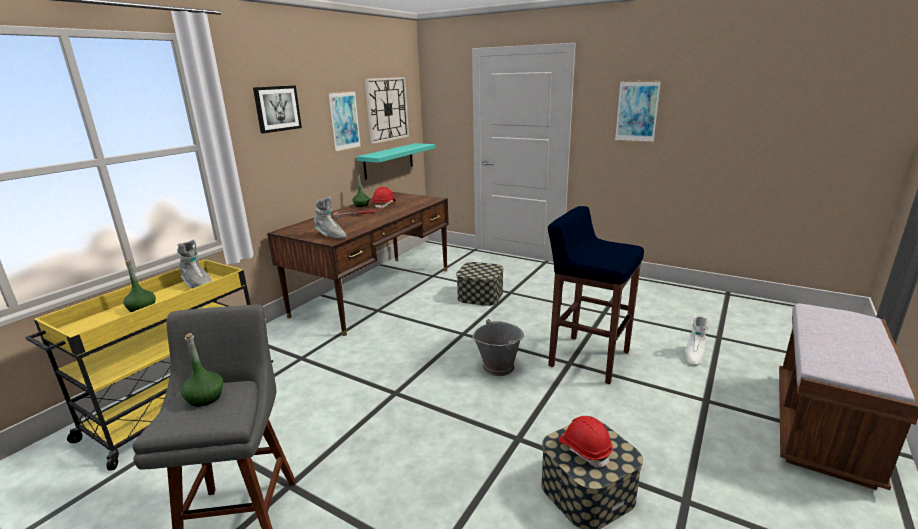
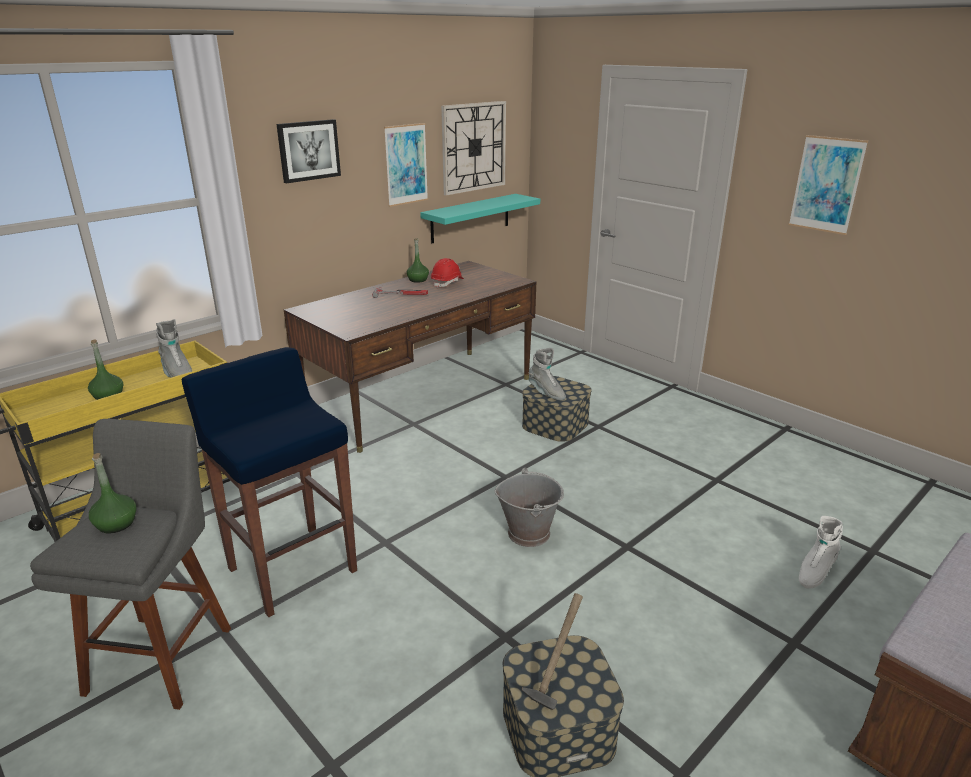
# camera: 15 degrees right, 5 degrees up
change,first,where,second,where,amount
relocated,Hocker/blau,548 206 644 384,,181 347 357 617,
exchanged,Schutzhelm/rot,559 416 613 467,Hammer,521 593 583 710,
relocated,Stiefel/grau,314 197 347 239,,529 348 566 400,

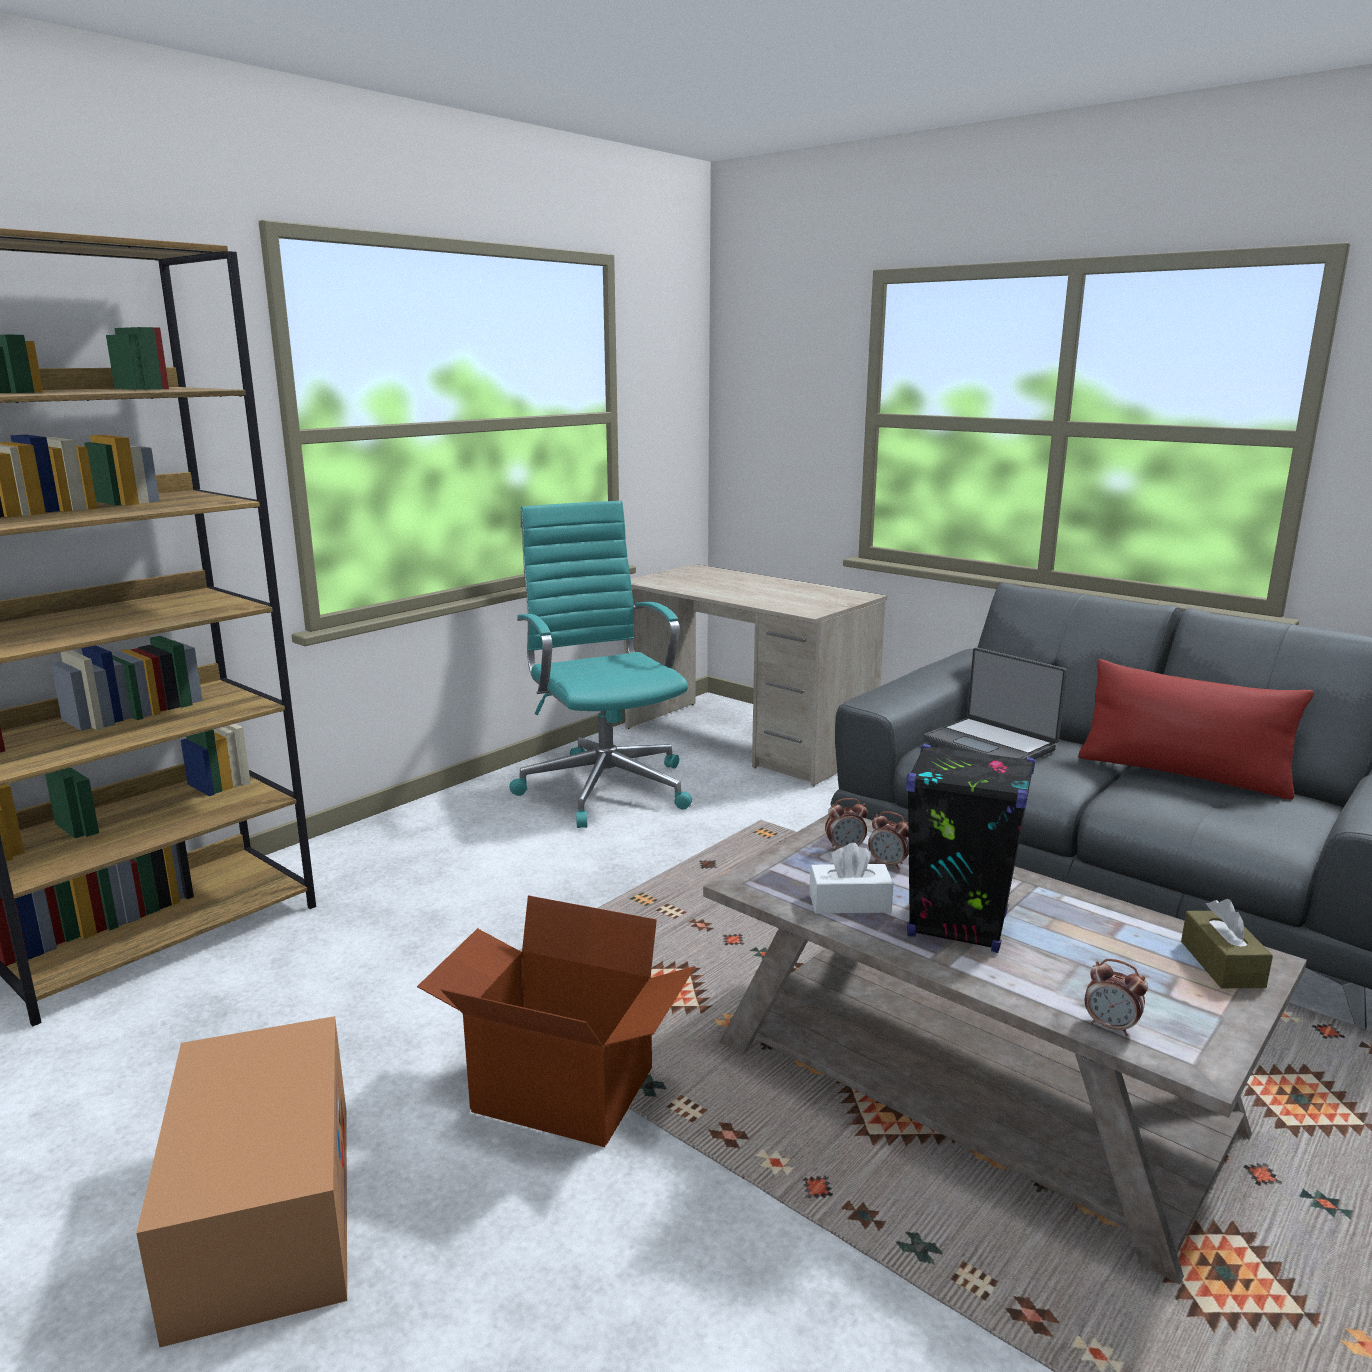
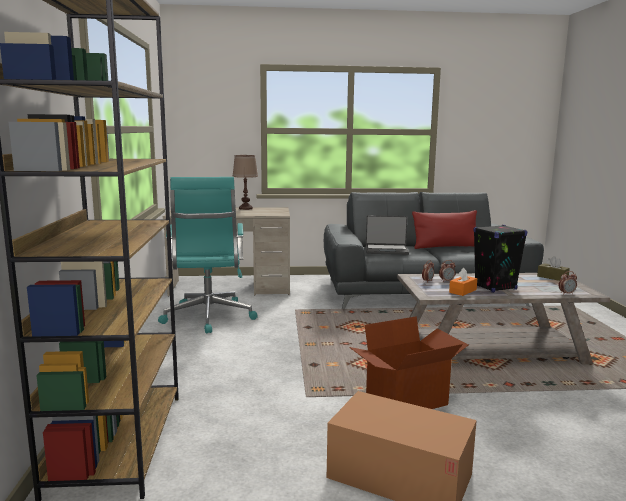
# camera: 45 degrees left, 5 degrees down
change,first,where,second,where,amount
spun,Bürostuhl/türkis,509 501 692 828,,158 177 258 334,120 degrees counterclockwise
appeared,,,Tischlampe/braun,232 155 258 210,
colour,Taschentuchbox/weiß,810 843 893 914,Taschentuchbox/orange,449 268 477 296,

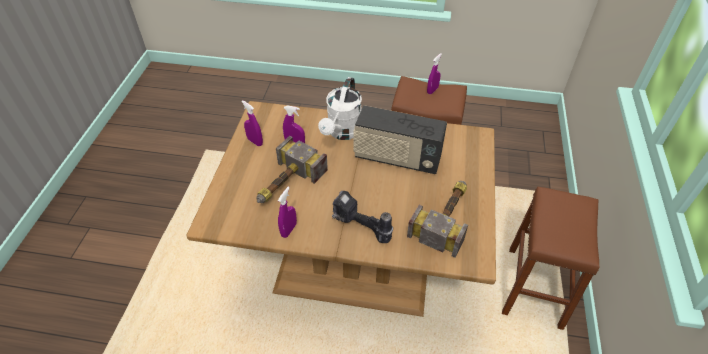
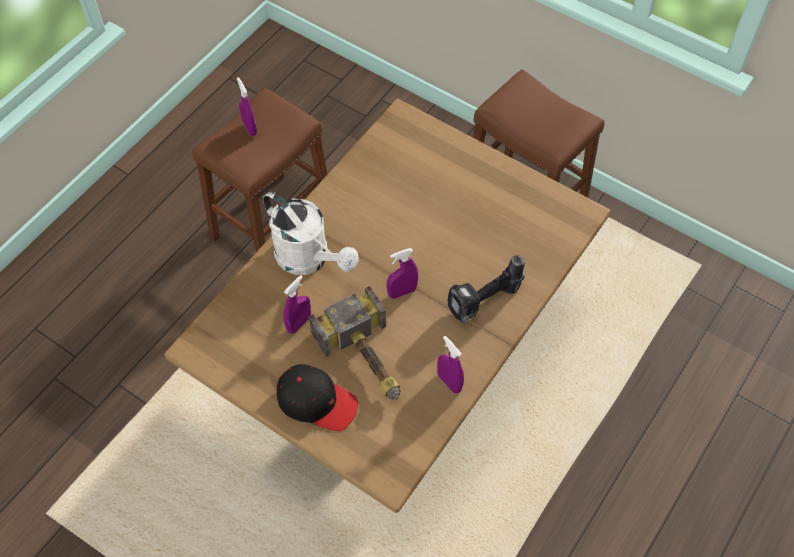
# camera: 65 degrees left, 10 degrees up
change,first,where,second,where,amount
appeared,,,Kappe/schwarz,277 364 358 431,
relocated,Sprühflasche/lila,241 100 263 146,,387 248 418 299,
missing,Radio,353 105 447 174,,,
missing,Hammer,407 181 468 258,,,

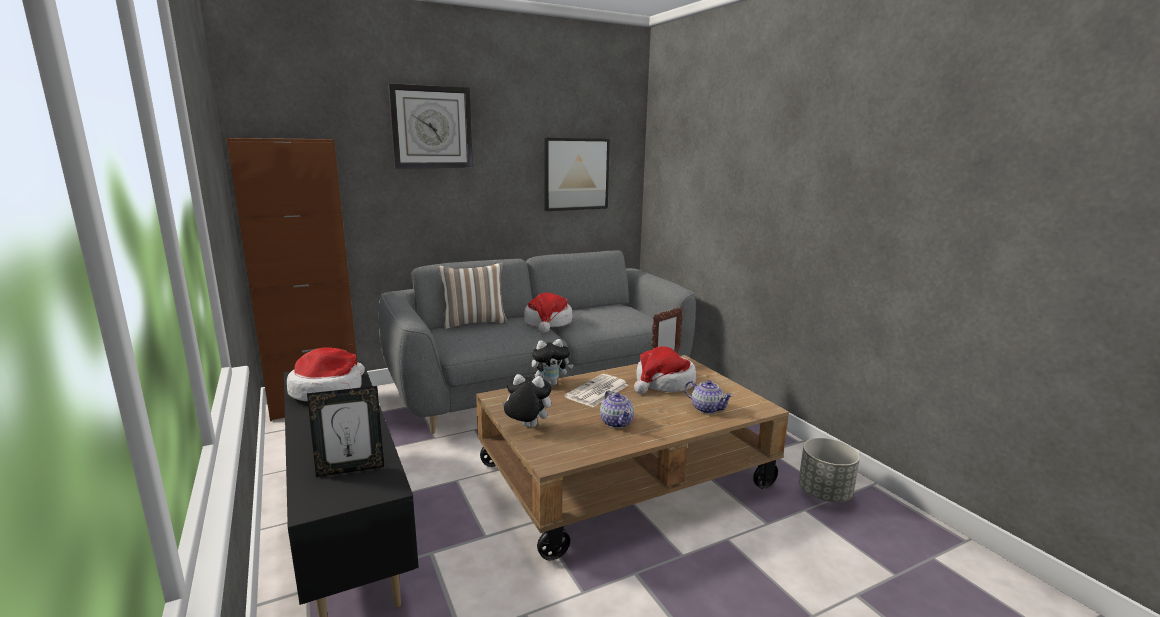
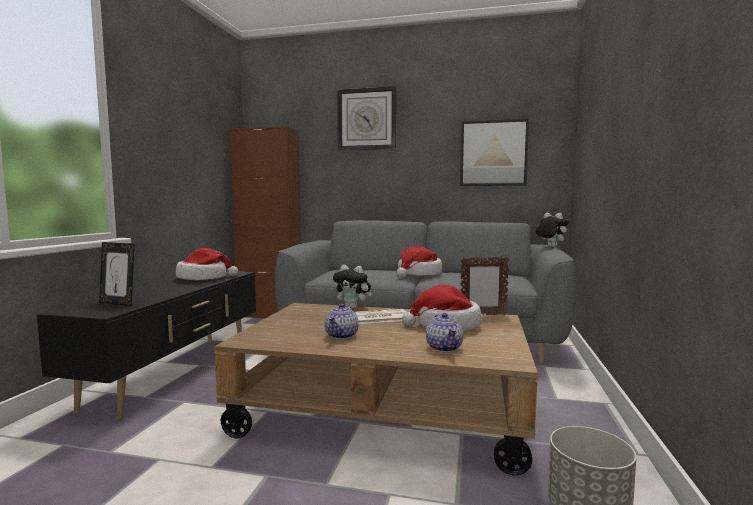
# camera: 40 degrees right, 10 degrees down
change,first,where,second,where,amount
relocated,Plüschtier,502 374 552 428,,535 213 569 247,
missing,Kissen,438 262 508 329,,,

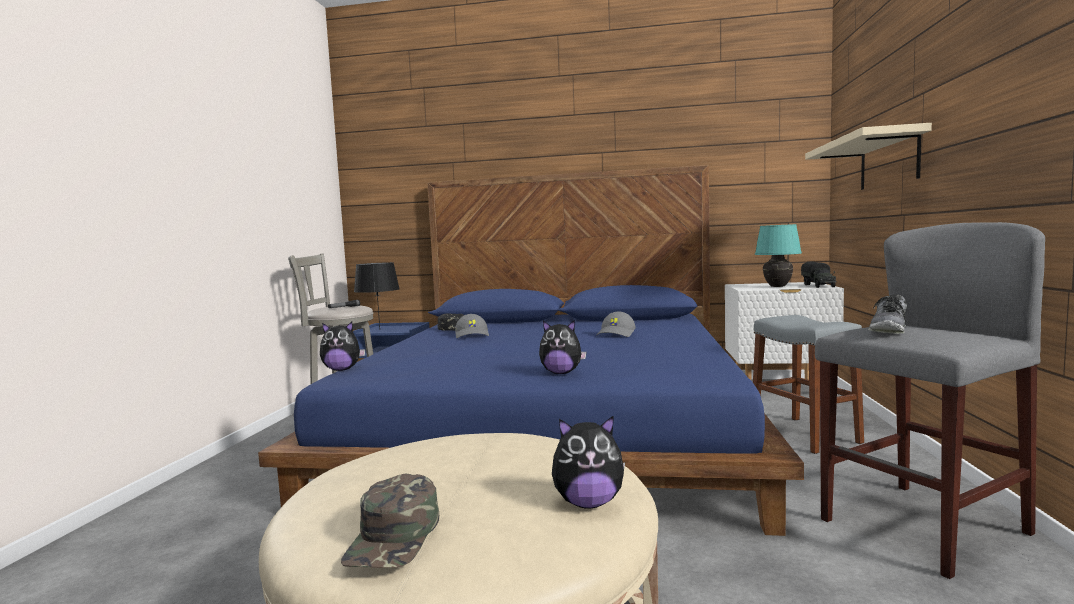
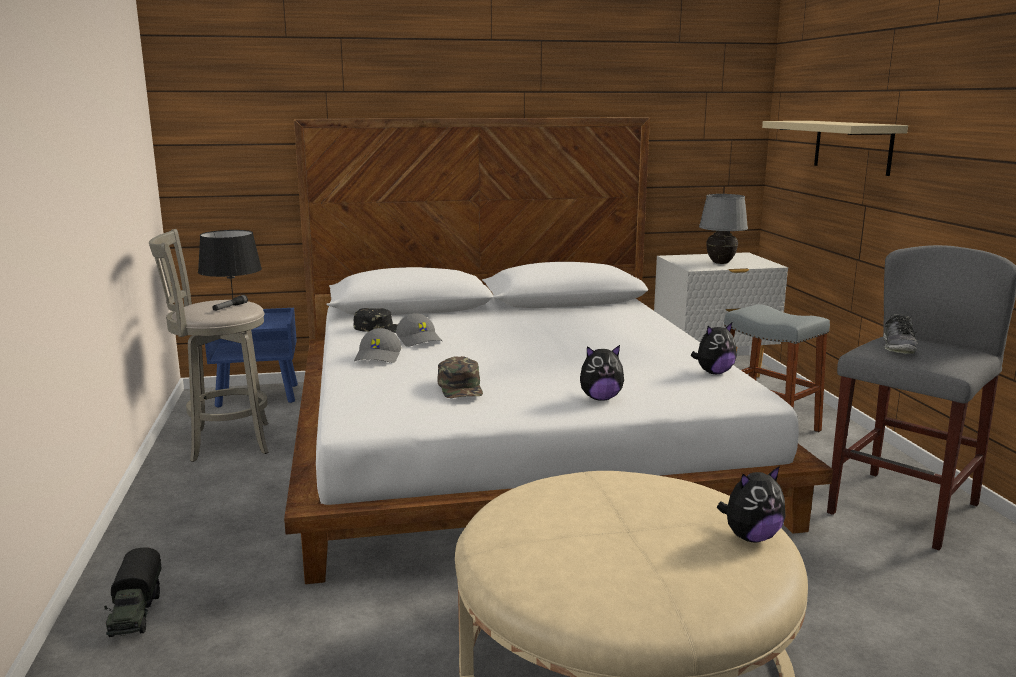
# camera: 20 degrees left, 10 degrees up
change,first,where,second,where,amount
relocated,Spielzeuglaster,801 262 837 288,,104 547 162 637,
colour,Bett/blau,258 165 804 536,Bett/weiß,284 117 833 584,
relocated,Kappe/grau,596 312 636 337,,354 328 401 363,
relocated,Kappe/grün,341 473 439 568,,437 356 483 398,
relocated,Plüschtier,320 322 365 371,,691 323 737 374,
colour,Tischlampe/türkis,755 224 802 287,Tischlampe/grau,699 194 748 264,

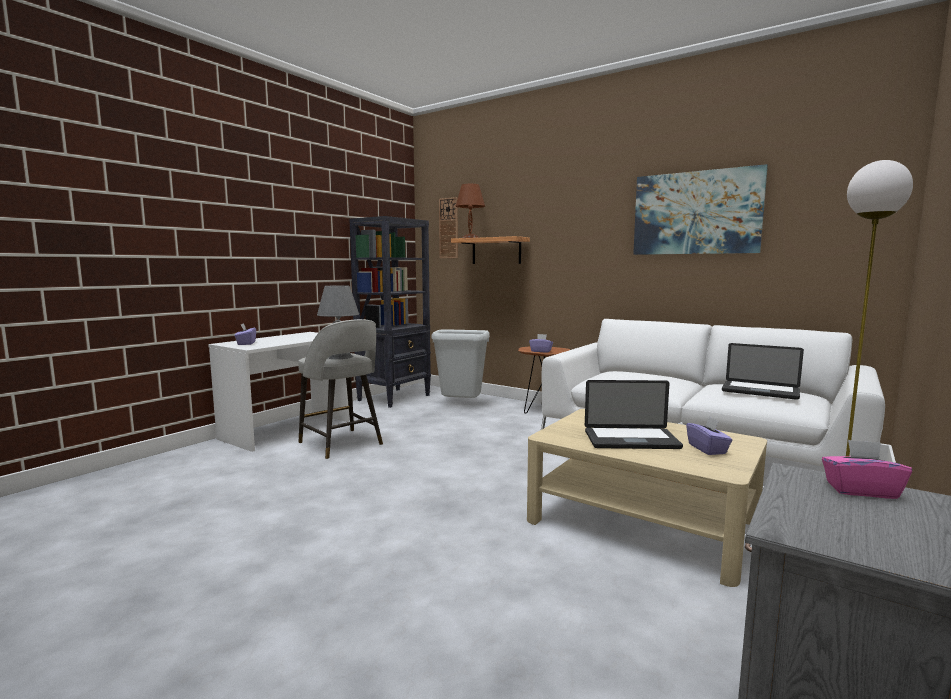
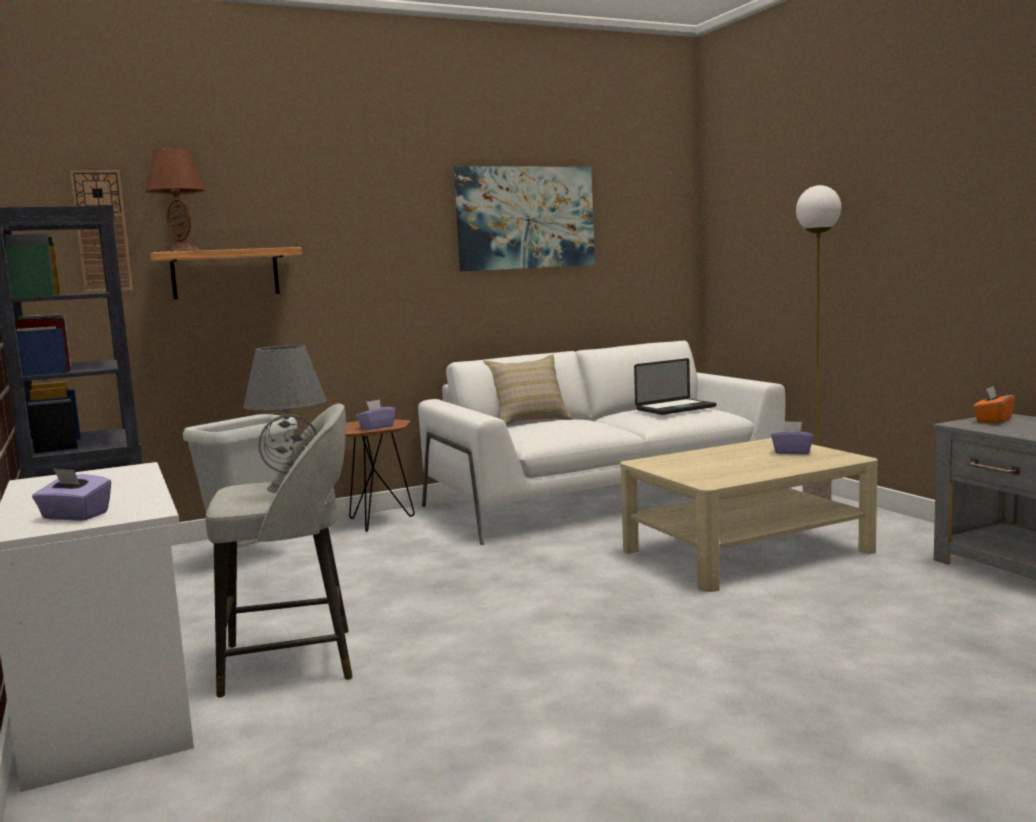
# camera: 60 degrees left, 0 degrees up
change,first,where,second,where,amount
appeared,,,Kissen/beige,483 354 573 425,
colour,Taschentuchbox/rosa,822 440 912 499,Taschentuchbox/orange,973 386 1015 424,
missing,Laptop,585 380 683 449,,,

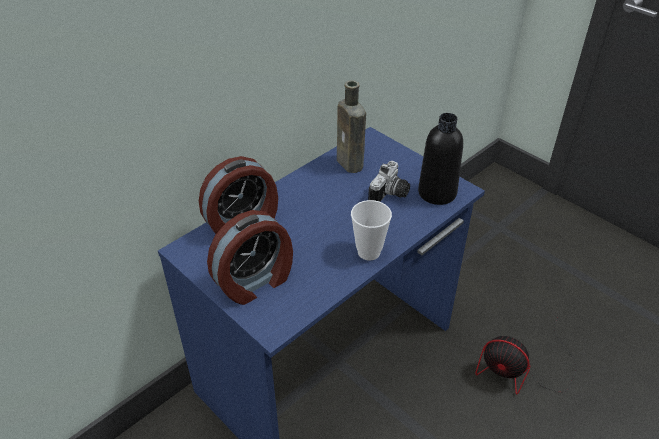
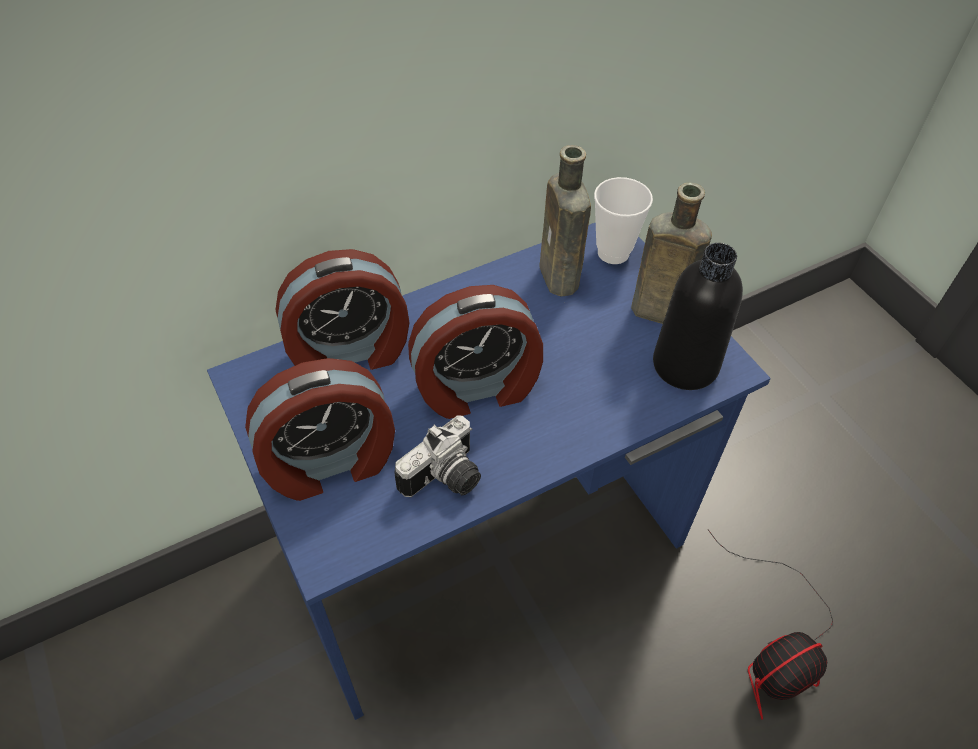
# camera: 15 degrees right, 10 degrees up
change,first,where,second,where,amount
relocated,Kamera,368 161 410 202,,394 415 481 497,
appeared,,,Wecker,408 285 543 419,
relocated,Tasse,351 200 392 261,,594 177 653 264,
appeared,,,Flasche/braun,631 183 712 324,
spun,Ventilator,475 318 577 394,,708 530 833 720,75 degrees counterclockwise

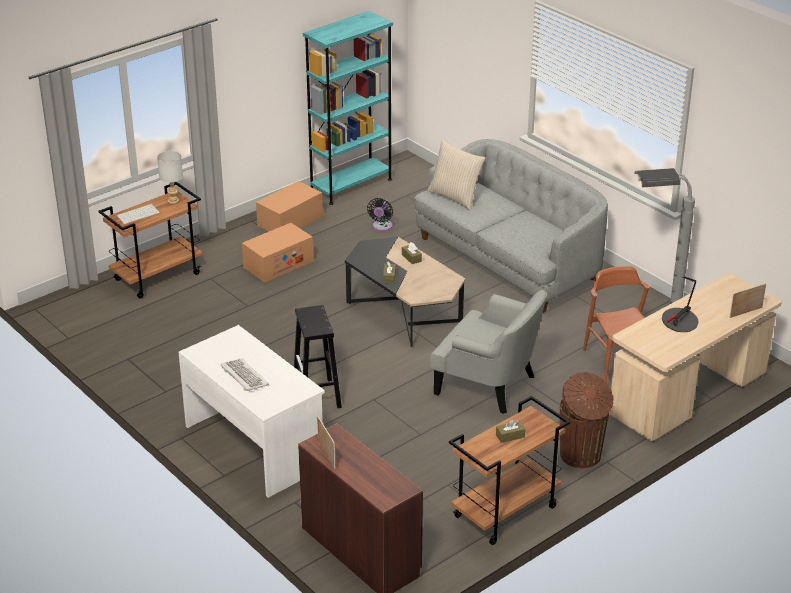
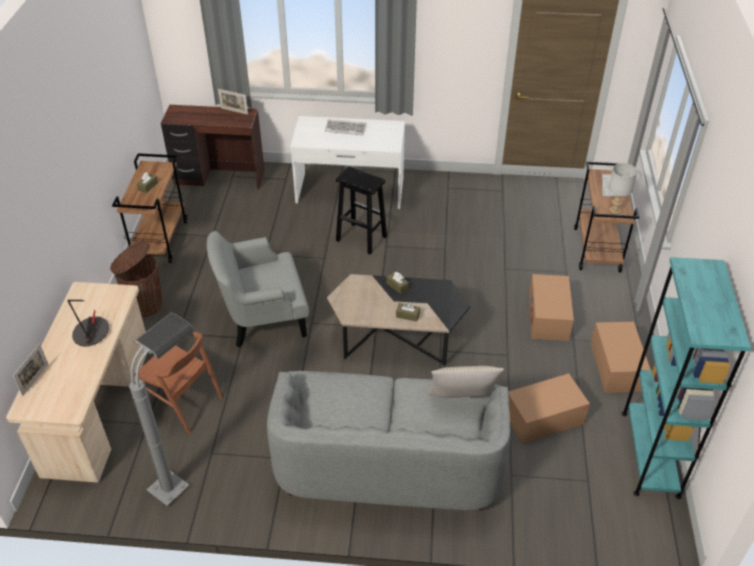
# camera: 135 degrees right, 10 degrees up
change,first,where,second,where,amount
exchanged,Ventilator/schwarz,367 198 393 231,Karton,508 373 590 444,

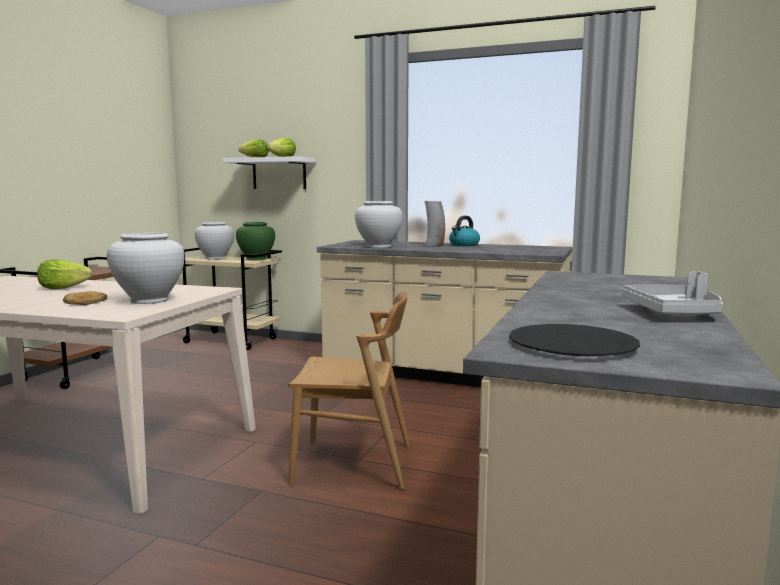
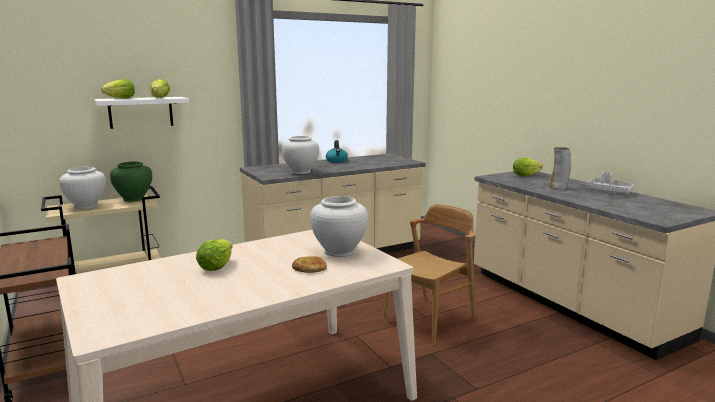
# camera: 50 degrees left, 5 degrees up
change,first,where,second,where,amount
appeared,,,Salatkopf,513 158 543 176,
relocated,Vase,425 201 445 247,,550 147 571 190,
missing,Teller/schwarz,509 324 640 356,,,

